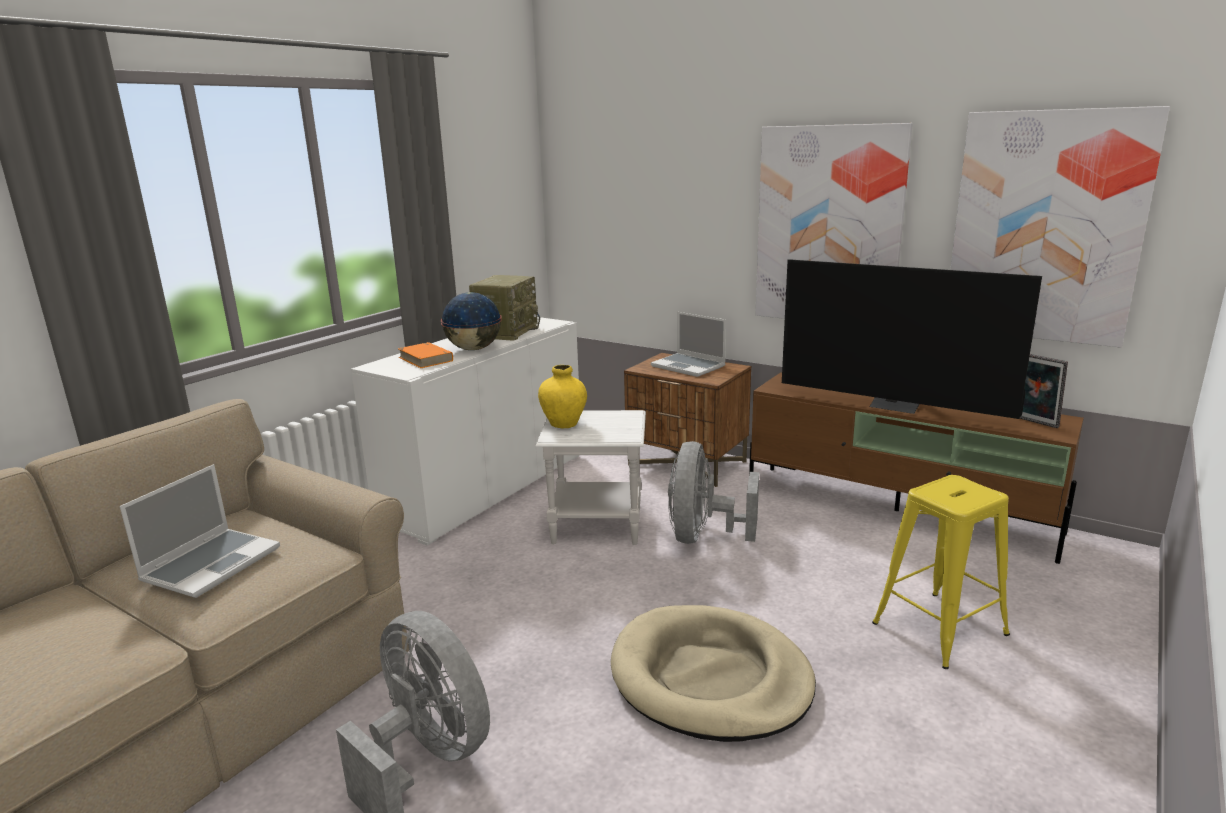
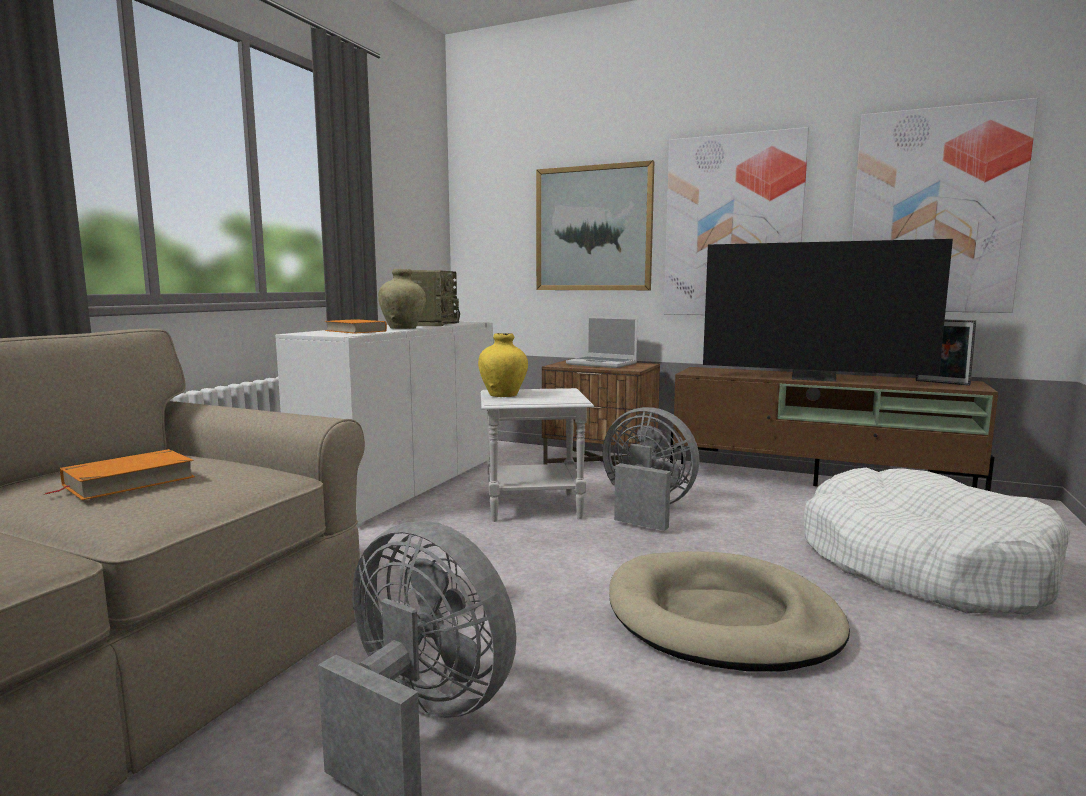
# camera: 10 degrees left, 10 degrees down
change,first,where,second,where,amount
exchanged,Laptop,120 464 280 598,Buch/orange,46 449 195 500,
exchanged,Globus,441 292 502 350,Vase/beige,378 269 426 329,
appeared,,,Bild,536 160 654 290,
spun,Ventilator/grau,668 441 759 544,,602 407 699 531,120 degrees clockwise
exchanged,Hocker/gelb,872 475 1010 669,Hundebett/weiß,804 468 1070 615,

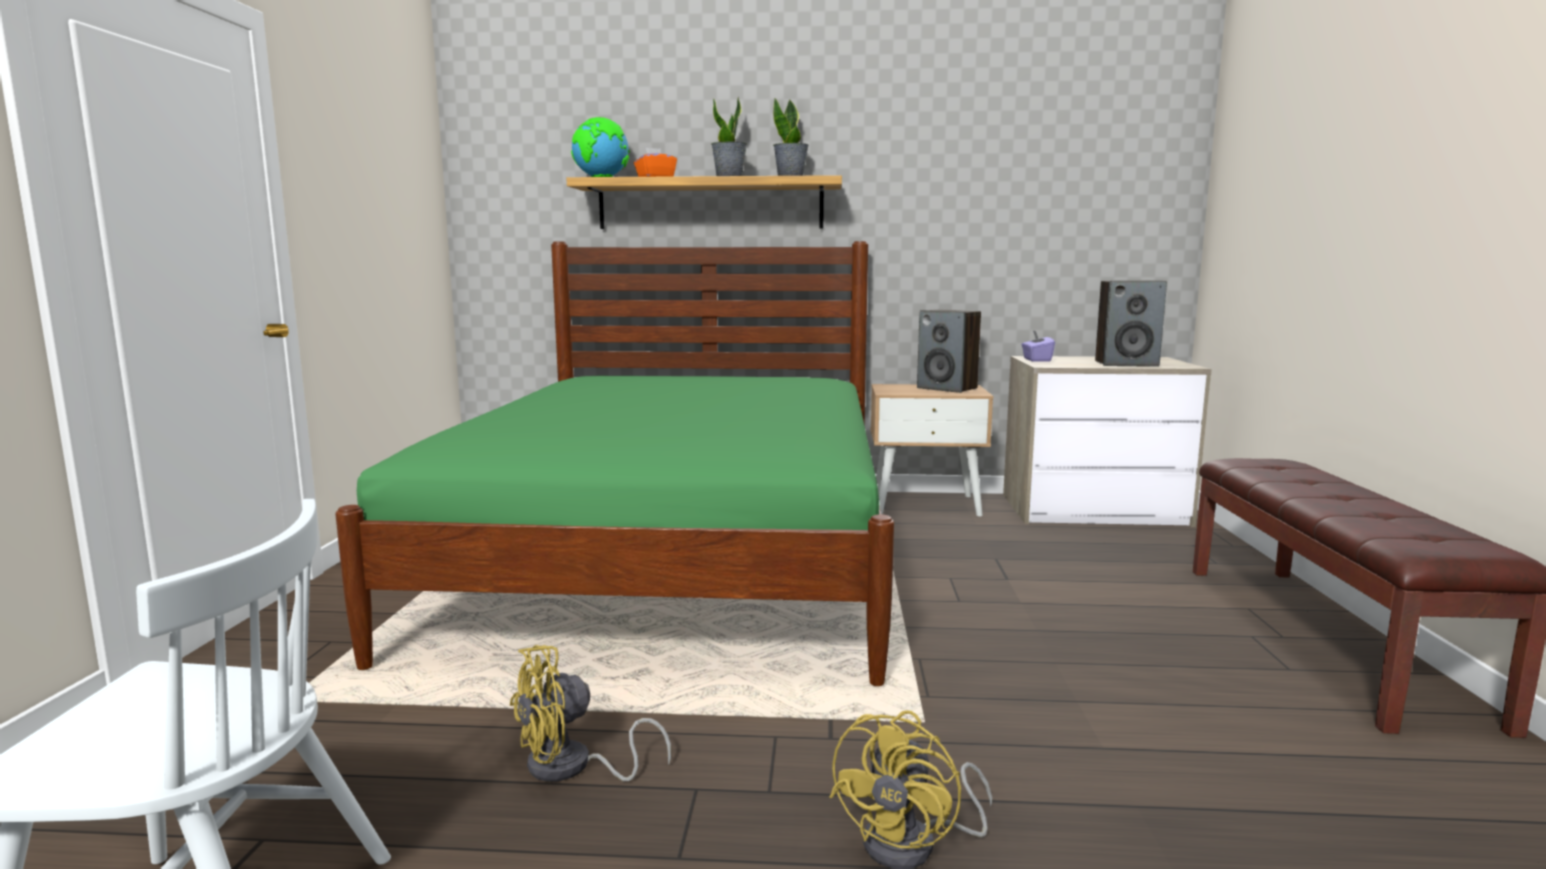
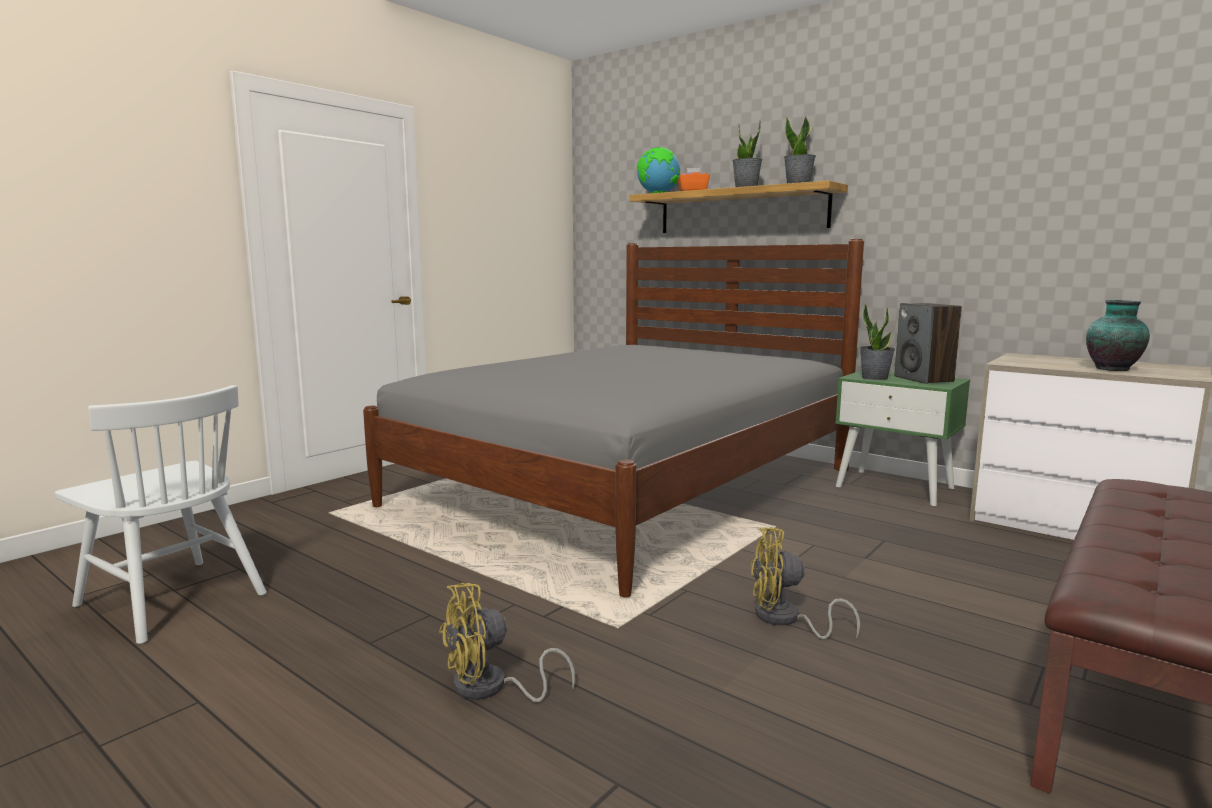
# camera: 35 degrees right, 0 degrees up
change,first,where,second,where,amount
colour,Bett/grün,335 241 894 686,Bett/grau,363 239 864 597,
relocated,Ventilator/gelb,510 645 671 782,,750 527 860 639,
colour,Nachttisch/beige,871 384 993 516,Nachttisch/grün,835 370 970 506,
appeared,,,Topfpflanze,860 304 895 380,
exchanged,Lautsprecher,1095 281 1167 367,Vase,1086 300 1150 371,
missing,Taschentuchbox/lila,1021 330 1055 362,,,

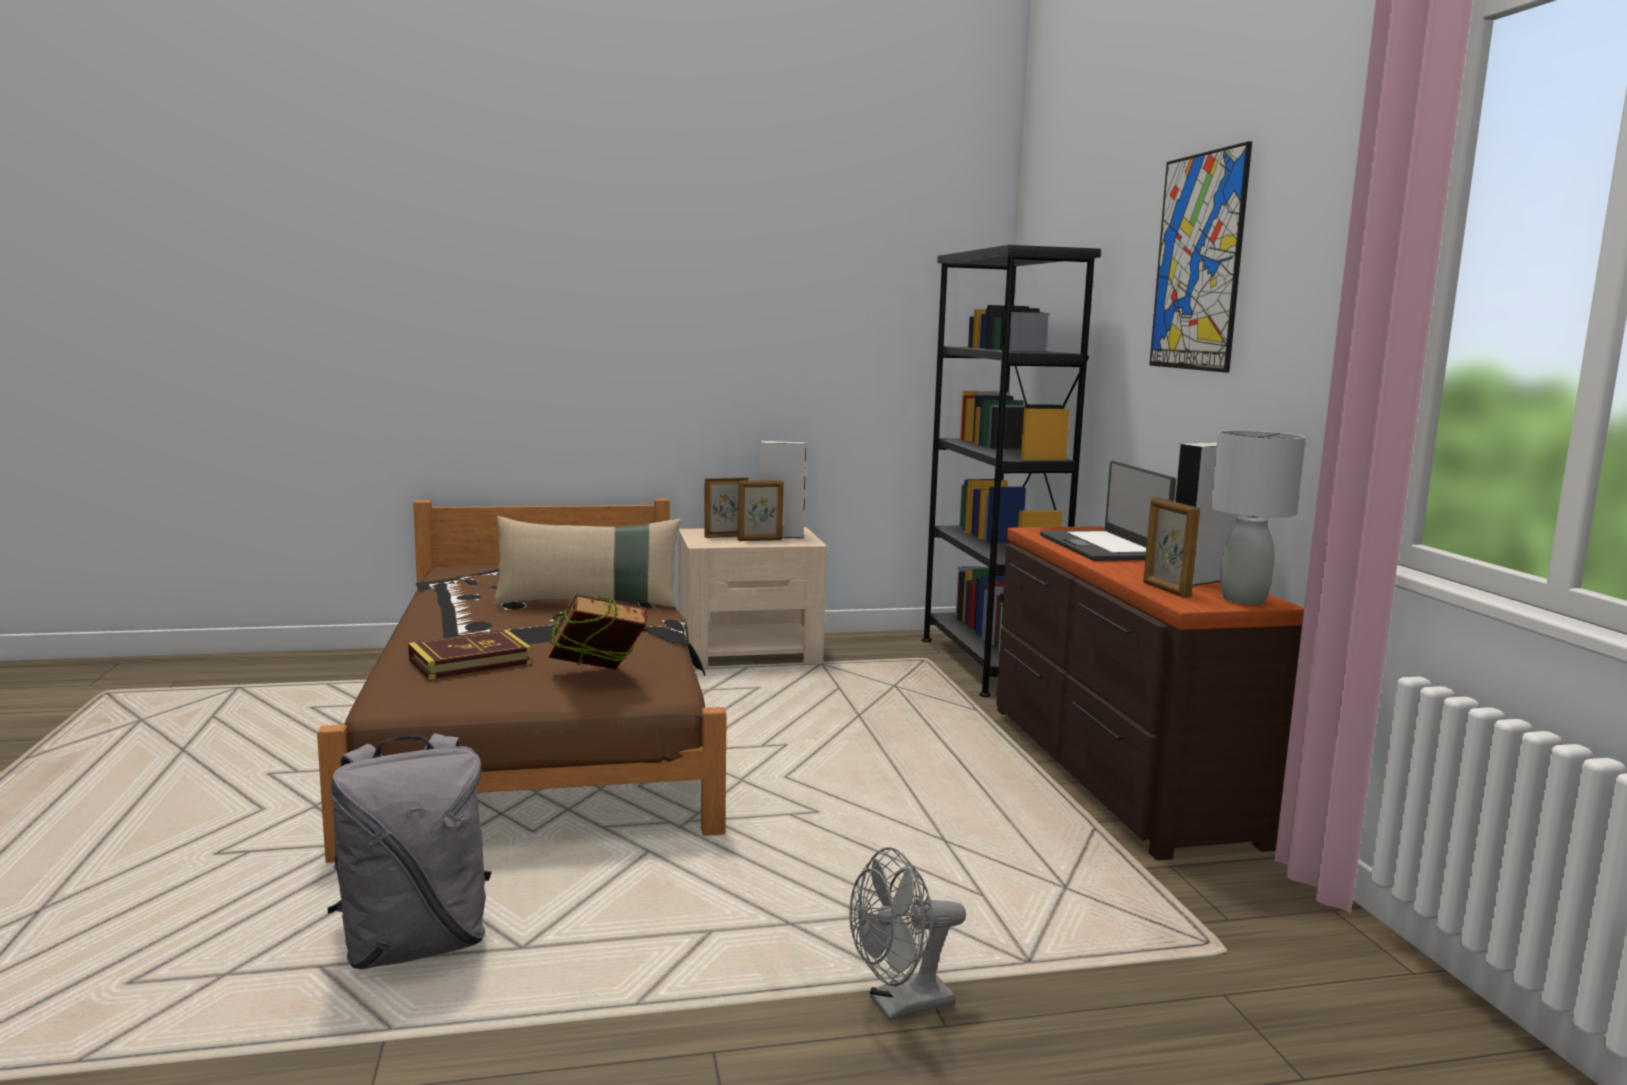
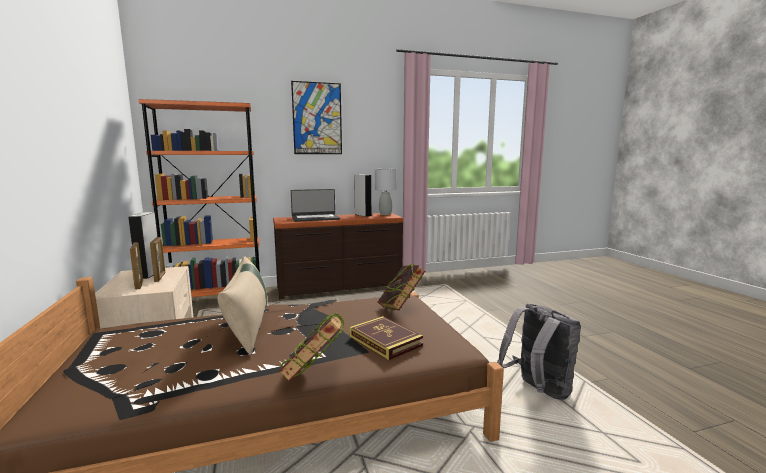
# camera: 95 degrees left, 0 degrees up
change,first,where,second,where,amount
colour,Bücherregal/schwarz,922 245 1101 697,Bücherregal/orange,139 99 260 297,
appeared,,,Buch,279 312 344 382,
missing,Ventilator/grau,850 847 966 1021,,,
missing,Bilderrahmen,1143 497 1200 598,,,

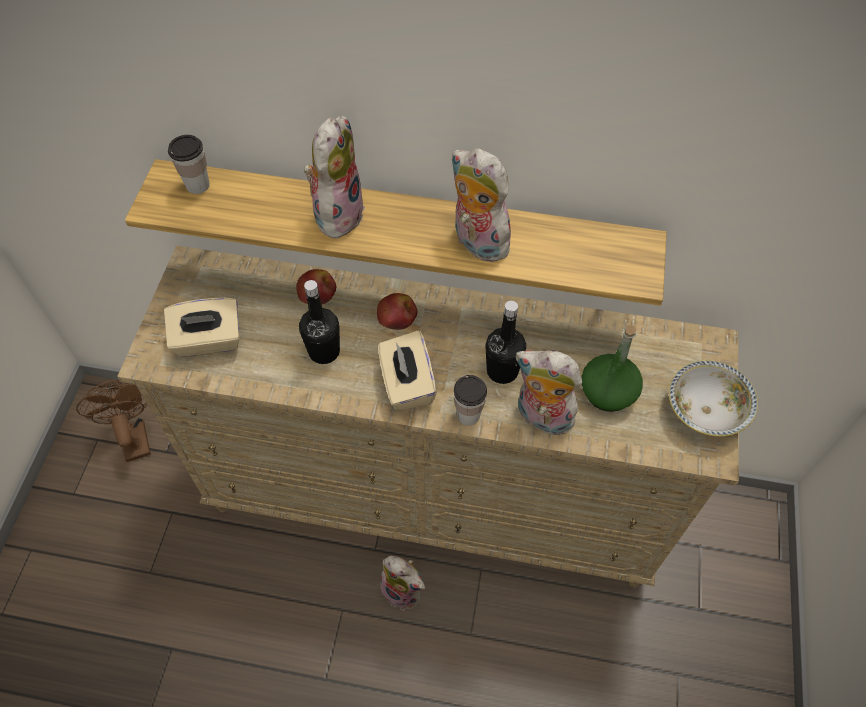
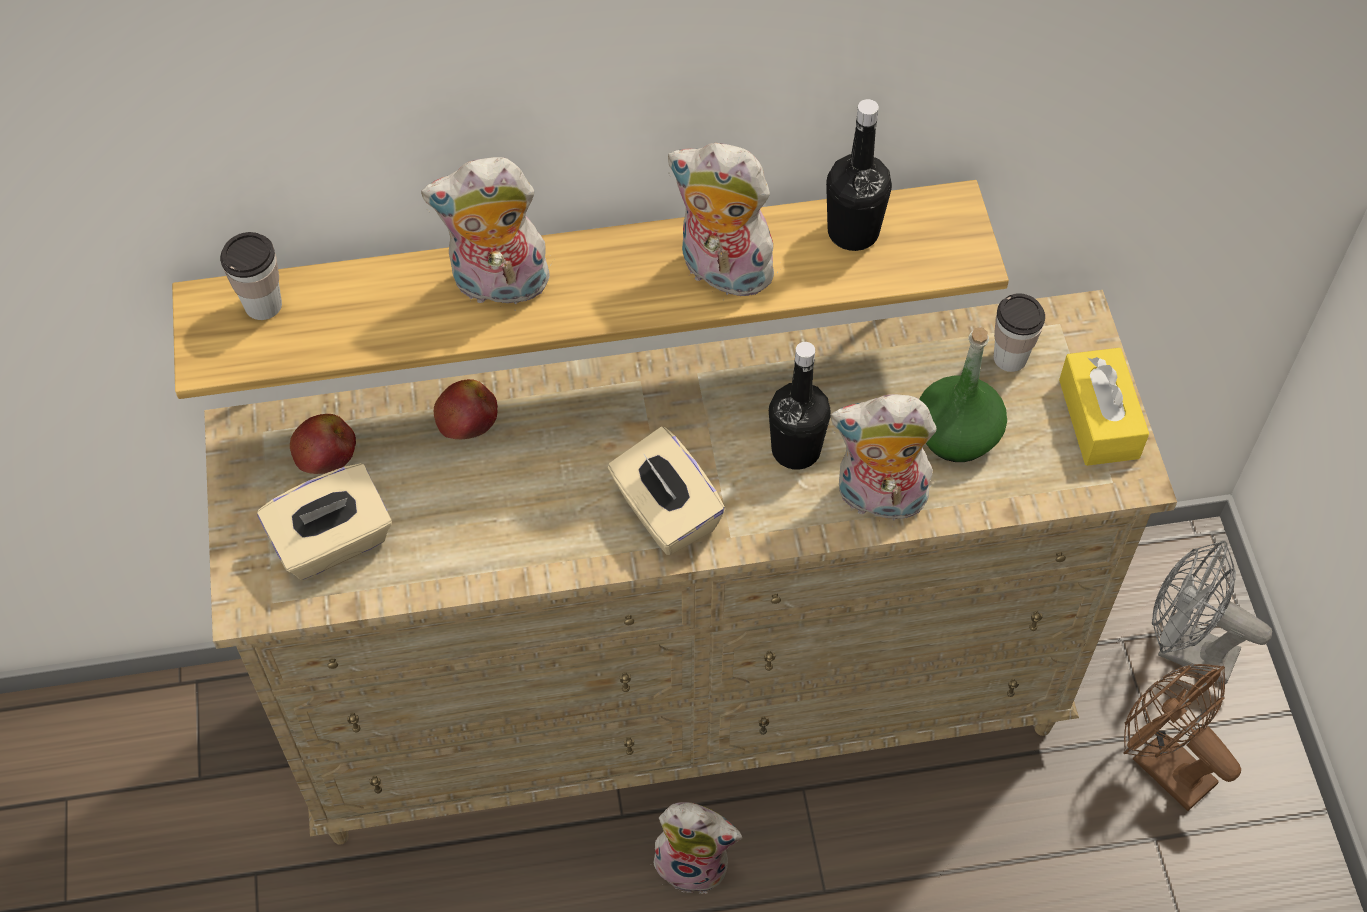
# camera: 20 degrees left, 0 degrees up
change,first,where,second,where,amount
relocated,Apfel,377 293 417 330,,290 414 356 474,
spun,Plüschtier,304 116 365 242,,421 157 555 304,90 degrees counterclockwise
relocated,Flasche/schwarz,299 280 340 364,,826 99 892 251,
relocated,Tasse,453 375 487 426,,994 293 1045 372,
exchanged,Schüssel,669 360 758 437,Taschentuchbox/gelb,1059 348 1149 466,
relocated,Ventilator/braun,76 379 151 462,,1124 663 1241 811,
appeared,,,Ventilator/grau,1152 541 1272 684,

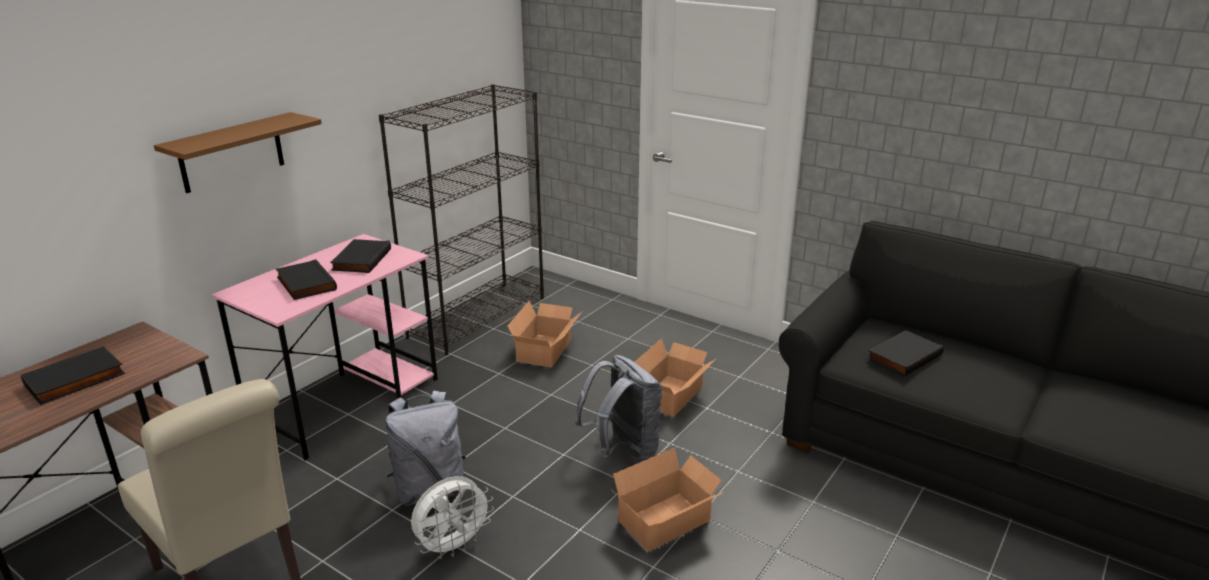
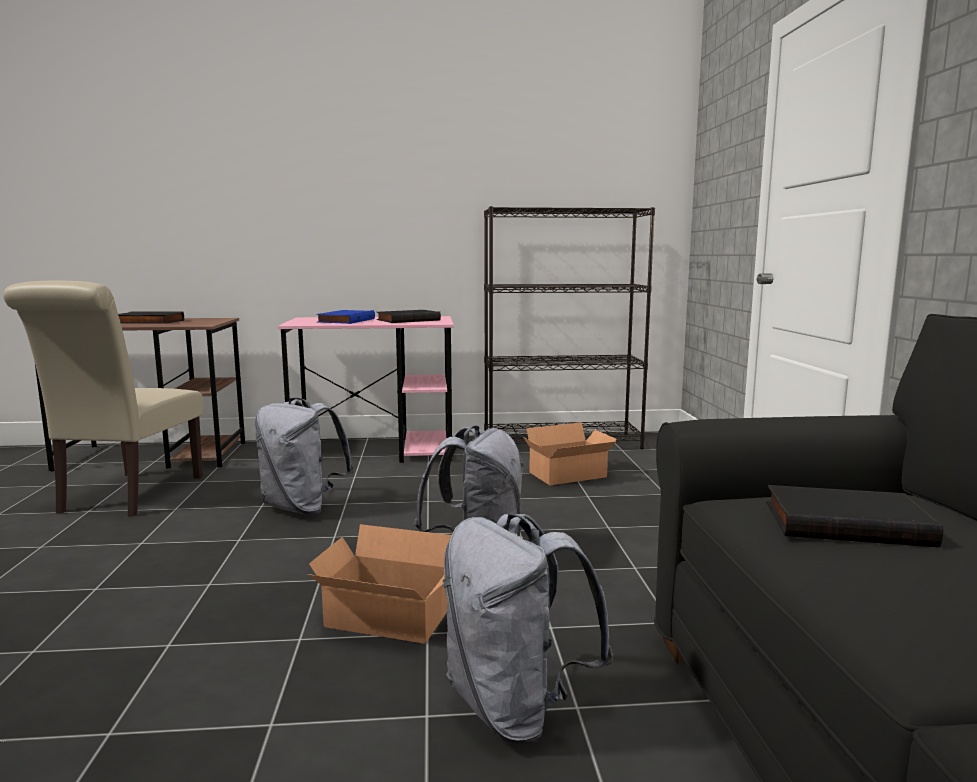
# camera: 50 degrees right, 15 degrees down
change,first,where,second,where,amount
colour,Buch/schwarz,276 259 337 300,Buch/blau,316 310 375 324,
appeared,,,Rucksack/grau,443 513 613 744,
missing,Wandregal/braun,154 112 322 193,,,
missing,Ventilator/weiß,411 476 494 559,,,
missing,Karton,635 338 717 417,,,

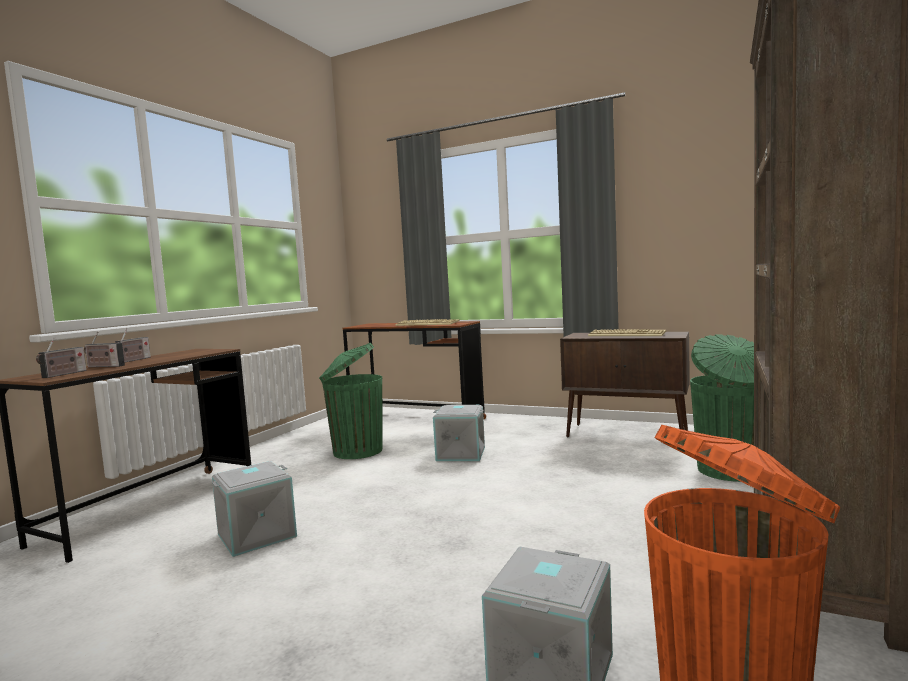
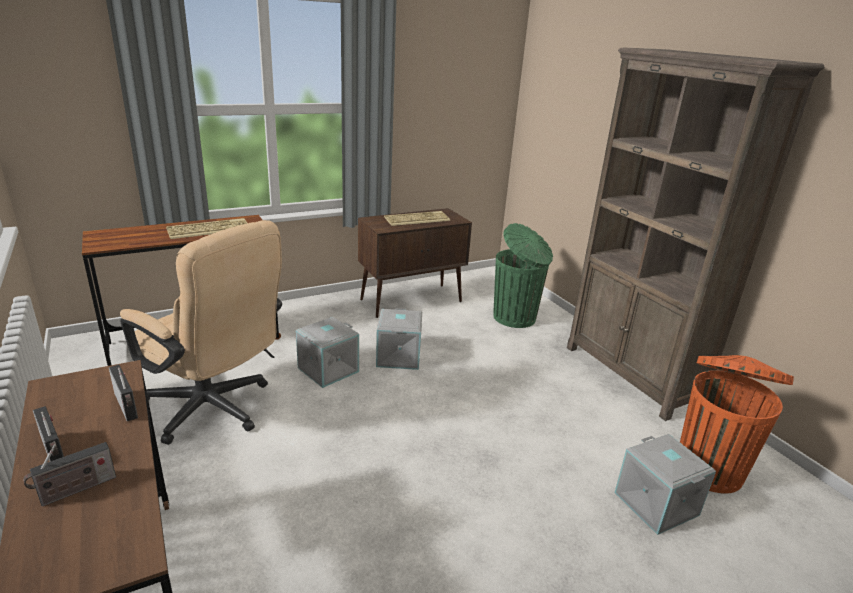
# camera: 55 degrees left, 20 degrees up
change,first,where,second,where,amount
relocated,Radio,36 337 86 378,,109 365 138 421,
exchanged,Mülleimer/grün,319 343 383 459,Bürostuhl/beige,120 220 282 445,
relocated,Aufbewahrungsbox/grau,212 461 297 557,,376 308 422 370,

